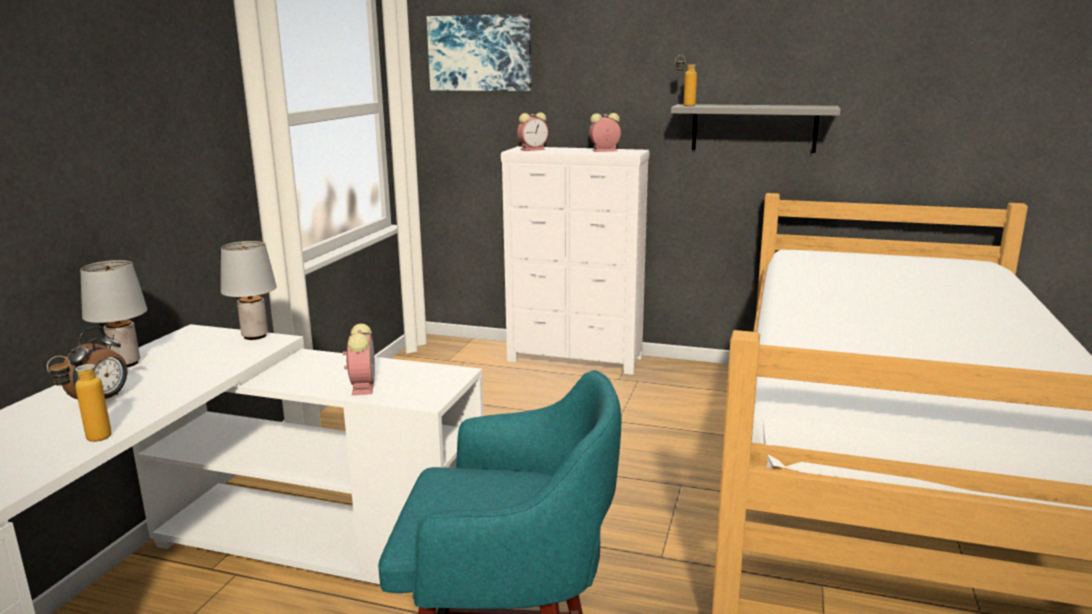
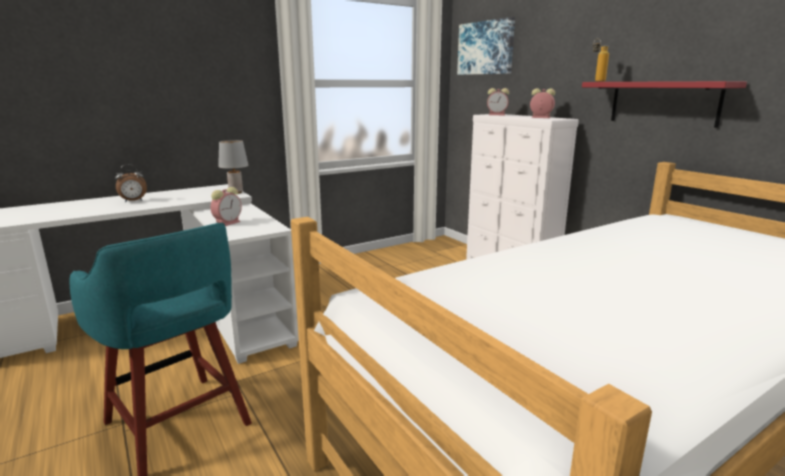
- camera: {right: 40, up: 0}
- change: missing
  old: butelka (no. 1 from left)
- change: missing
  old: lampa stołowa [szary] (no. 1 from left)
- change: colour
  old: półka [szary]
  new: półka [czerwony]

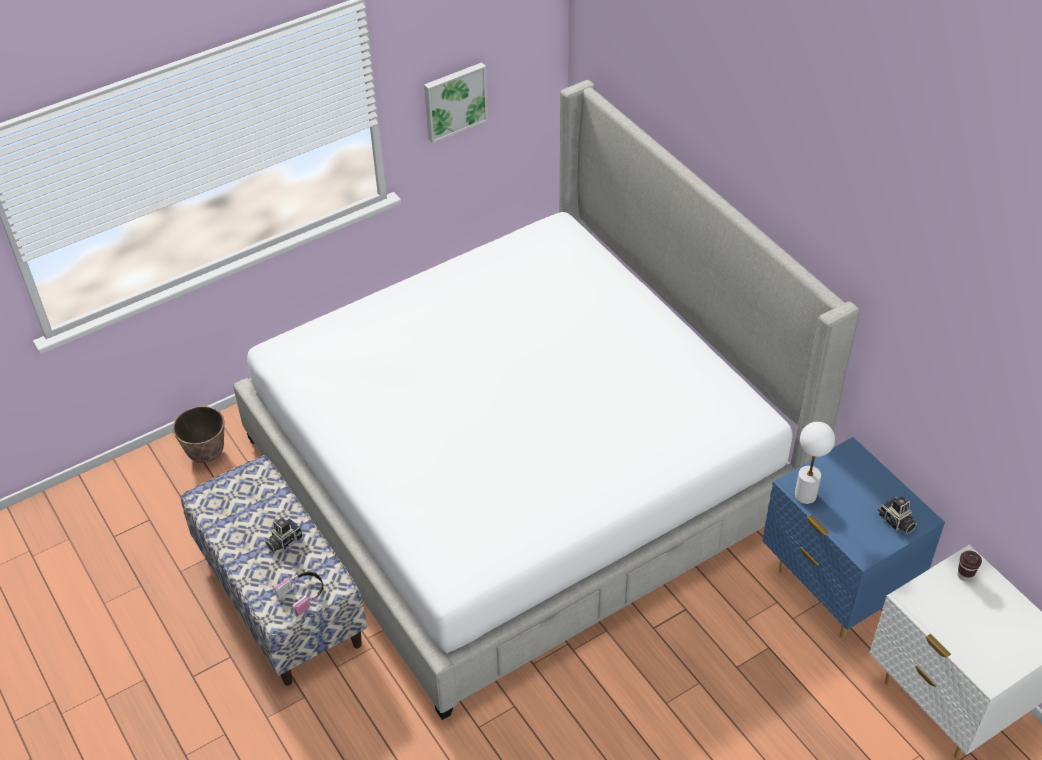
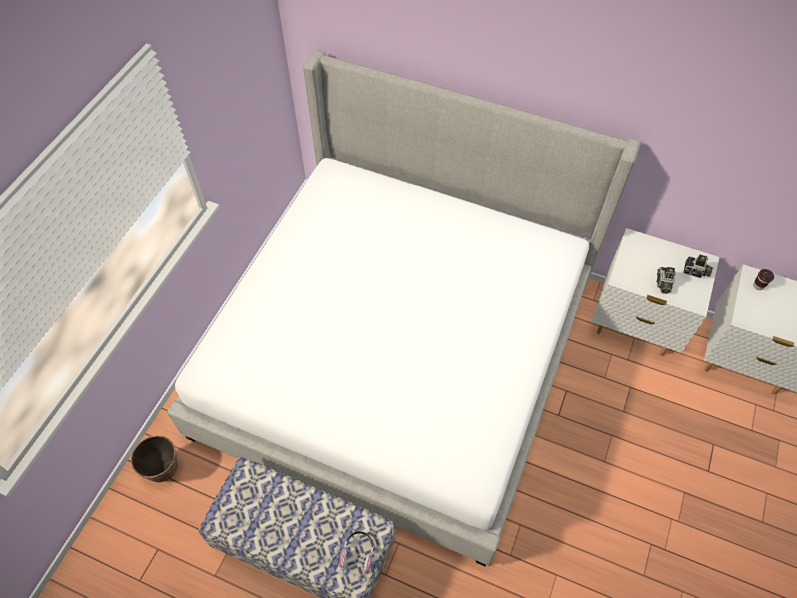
- camera: {right: -35, up: 10}
- change: missing
  old: obraz
- change: missing
  old: lampa stołowa [biały]
- change: relocated
  old: aparat fotograficzny (no. 1 from left)
- change: colour
  old: szafka nocna [niebieski]
  new: szafka nocna [biały] (no. 1 from left)

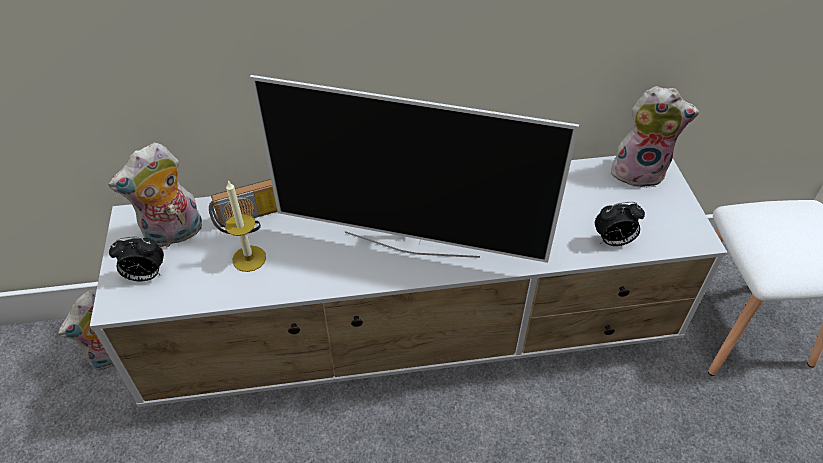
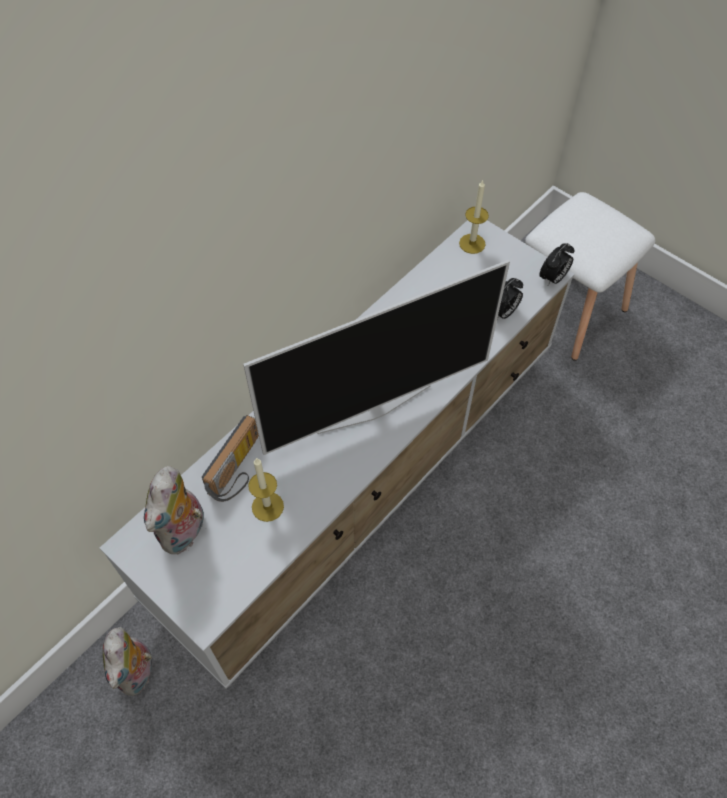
- camera: {right: -40, up: 10}
- change: relocated
  old: budzik (no. 1 from left in the first image)
  new: budzik (no. 2 from left)
- change: exchanged
  old: pluszak (no. 3 from left)
  new: świeca (no. 2 from left)

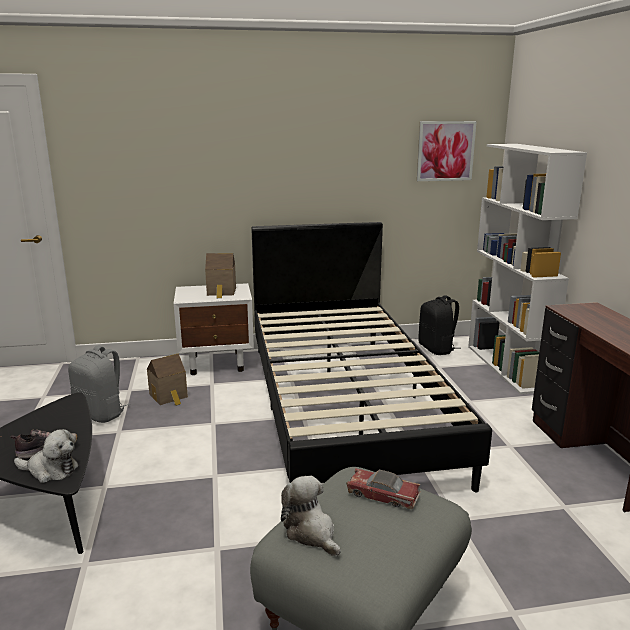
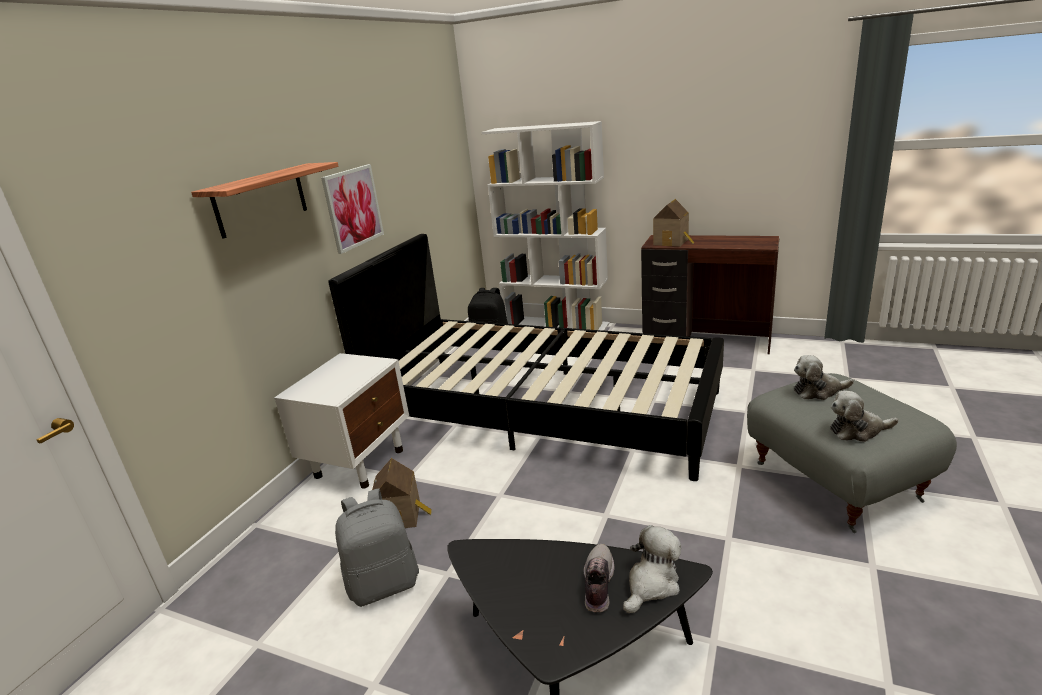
- camera: {right: -55, up: 5}
- change: appeared
  new: półka
- change: relocated
  old: domek (no. 2 from left)
- change: relocated
  old: obraz
- change: exchanged
  old: samochodzik
  new: pluszak (no. 2 from left)

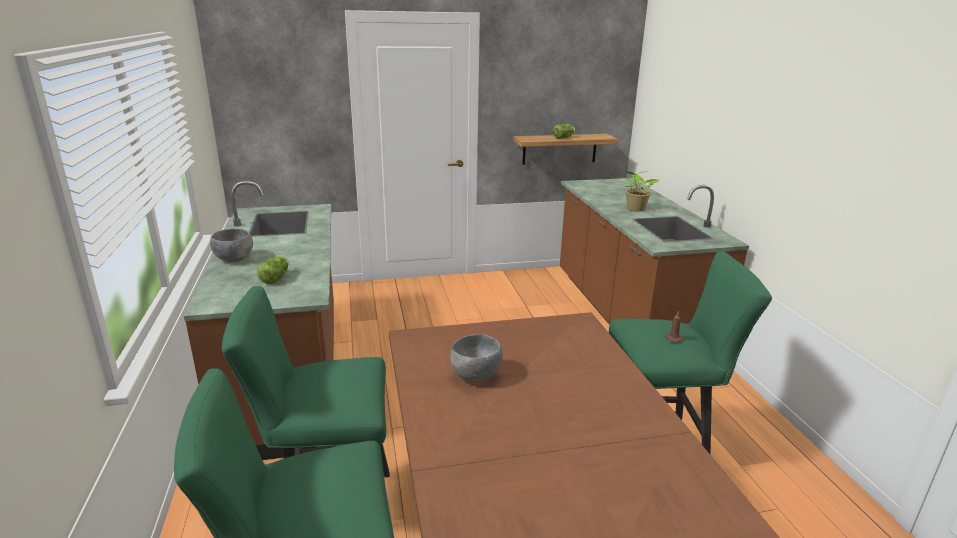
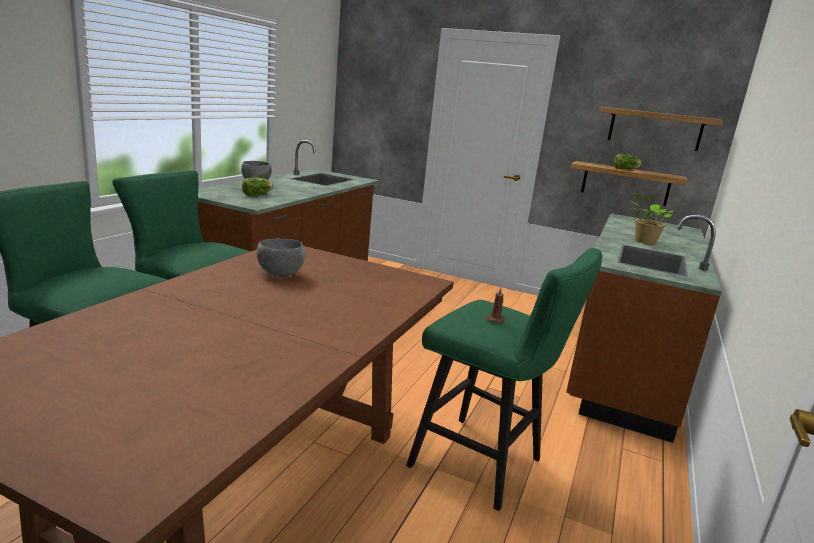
- camera: {right: 35, up: -5}
- change: appeared
  new: półka (no. 2 from left)

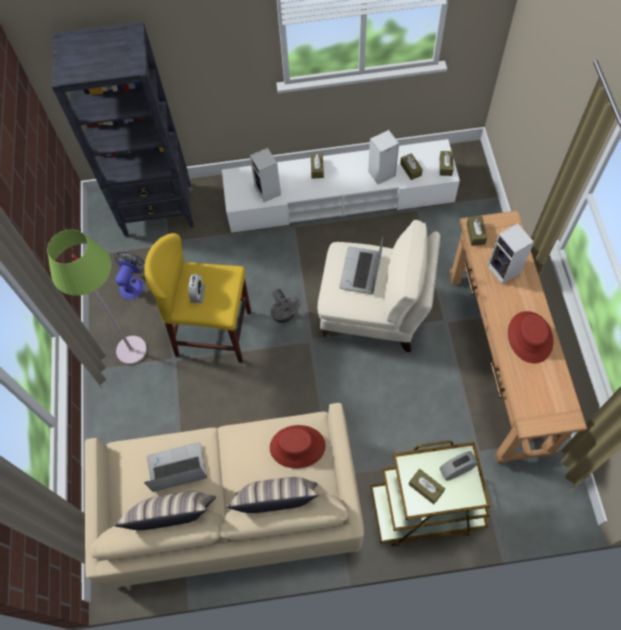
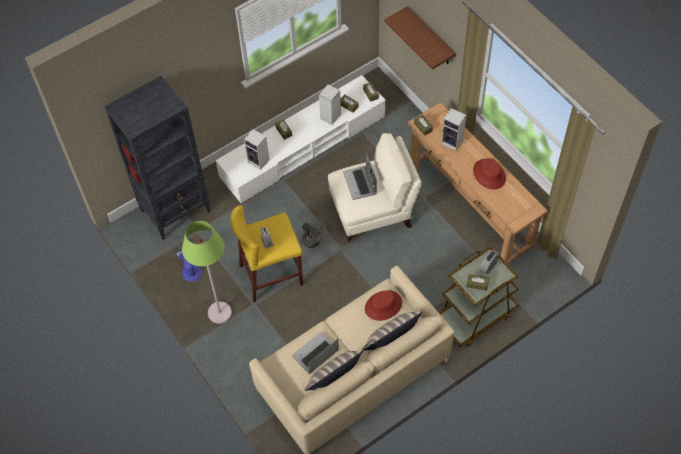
- camera: {right: -30, up: -5}
- change: appeared
  new: półka [brązowy]

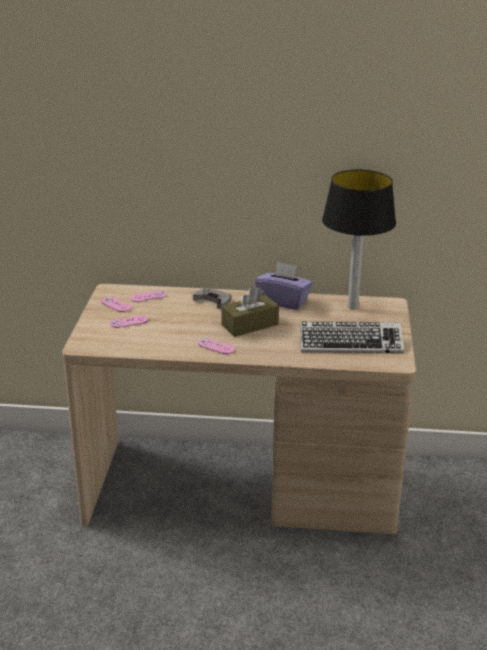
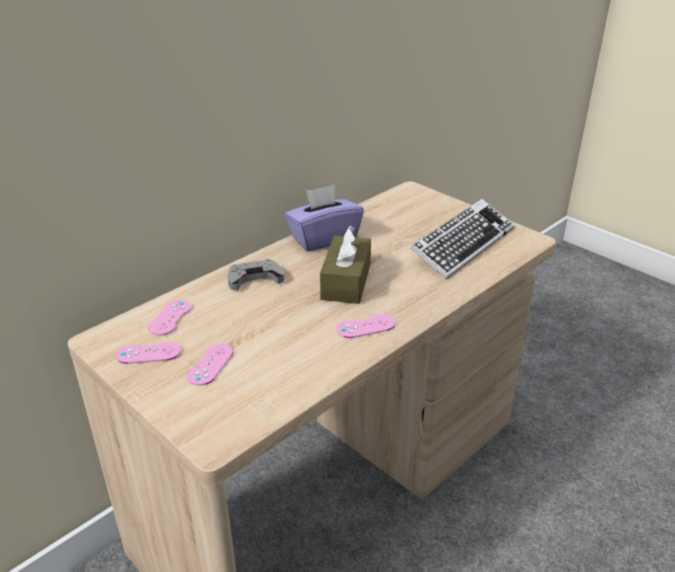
- camera: {right: -50, up: 5}
- change: missing
  old: lampa stołowa

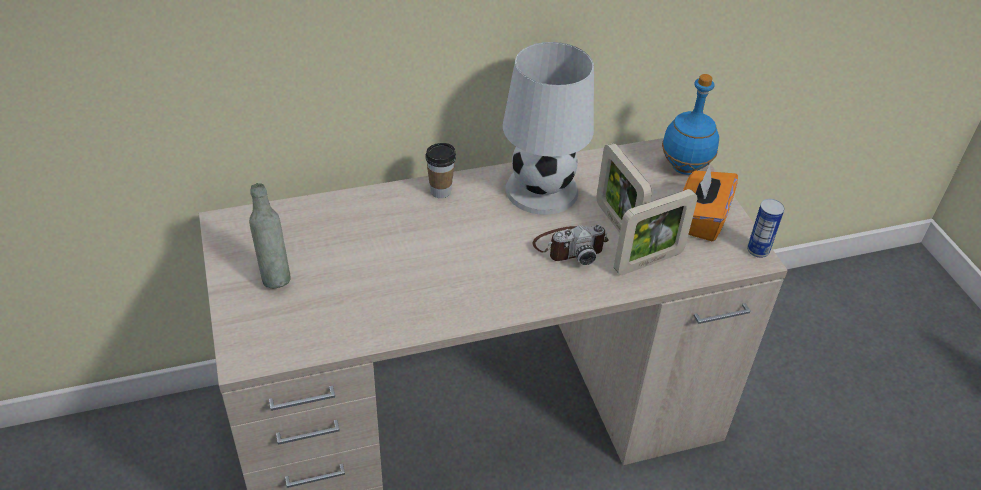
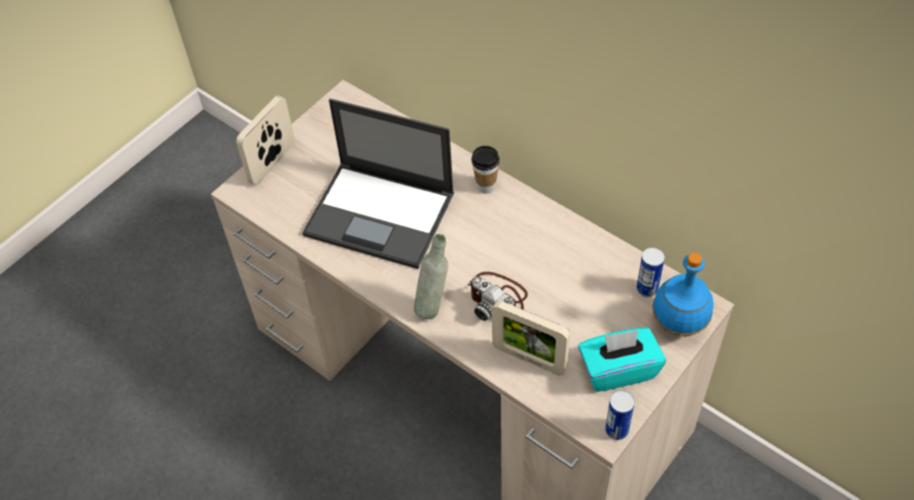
- camera: {right: 60, up: 10}
- change: missing
  old: lampa stołowa [biały]
- change: appeared
  new: laptop
- change: appeared
  new: puszka (no. 2 from left)
- change: relocated
  old: butelka [szary]
- change: relocated
  old: ramka na zdjęcie (no. 1 from left)
- change: colour
  old: pudełko chusteczek [pomarańczowy]
  new: pudełko chusteczek [turkusowy]

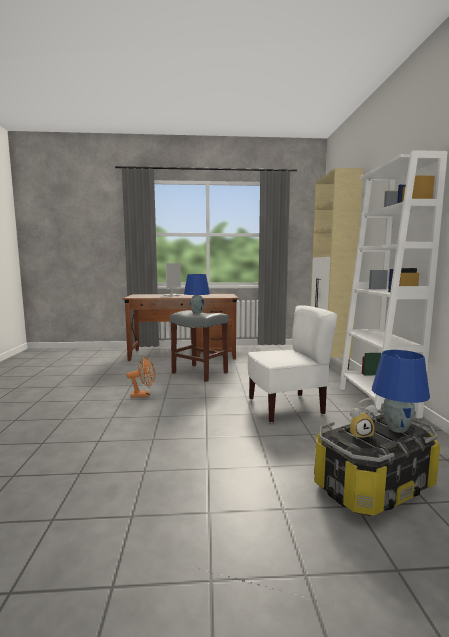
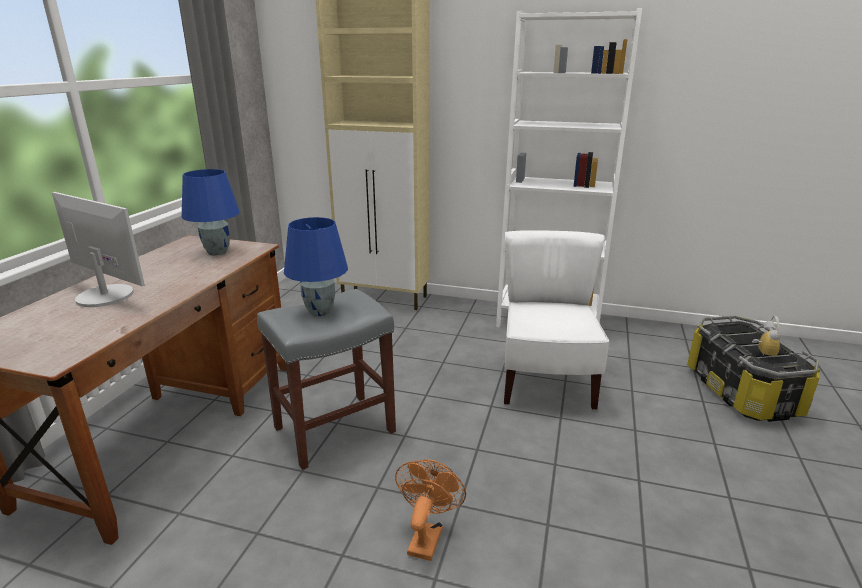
- camera: {right: -70, up: 15}
- change: relocated
  old: lampa stołowa [niebieski] (no. 2 from left in the first image)
  new: lampa stołowa [niebieski] (no. 1 from left)

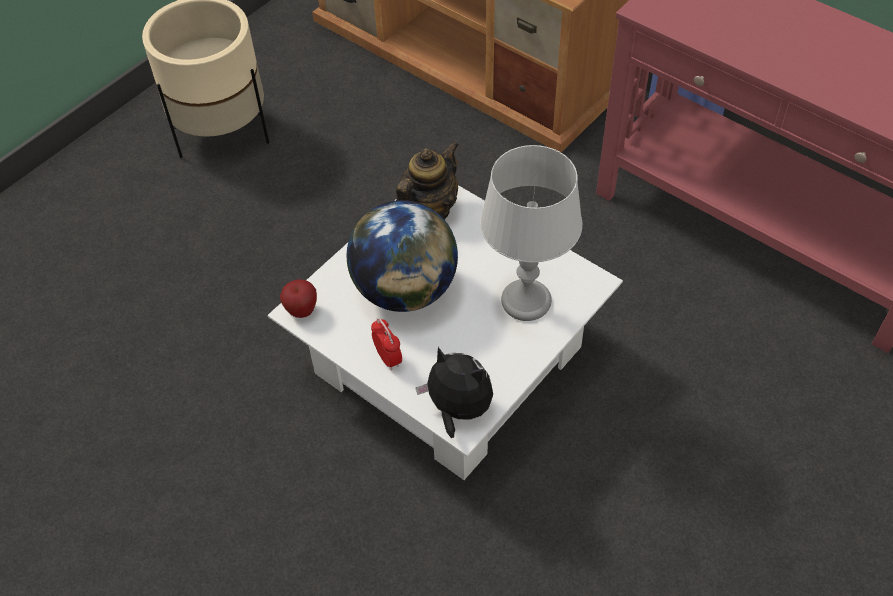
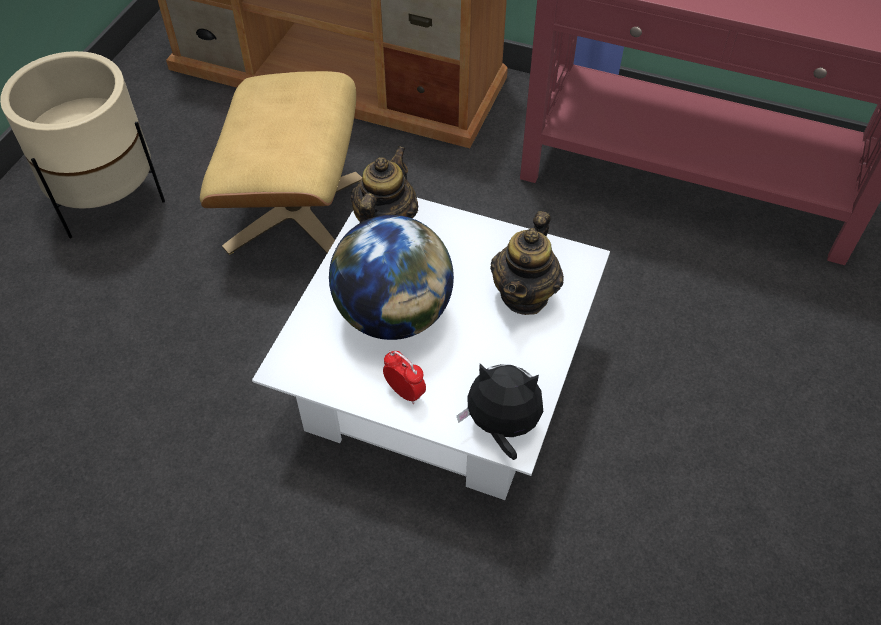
- camera: {right: -20, up: 0}
- change: missing
  old: jabłko
- change: appeared
  new: pufa [beżowy]
- change: exchanged
  old: lampa stołowa [szary]
  new: imbryk (no. 2 from left)

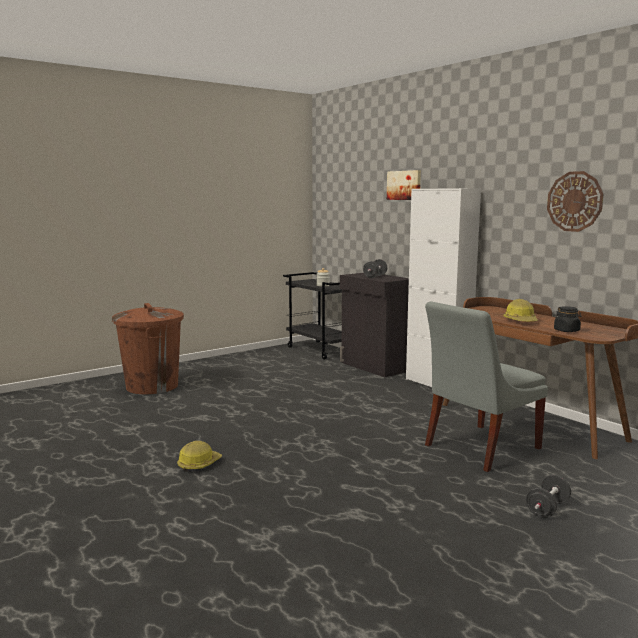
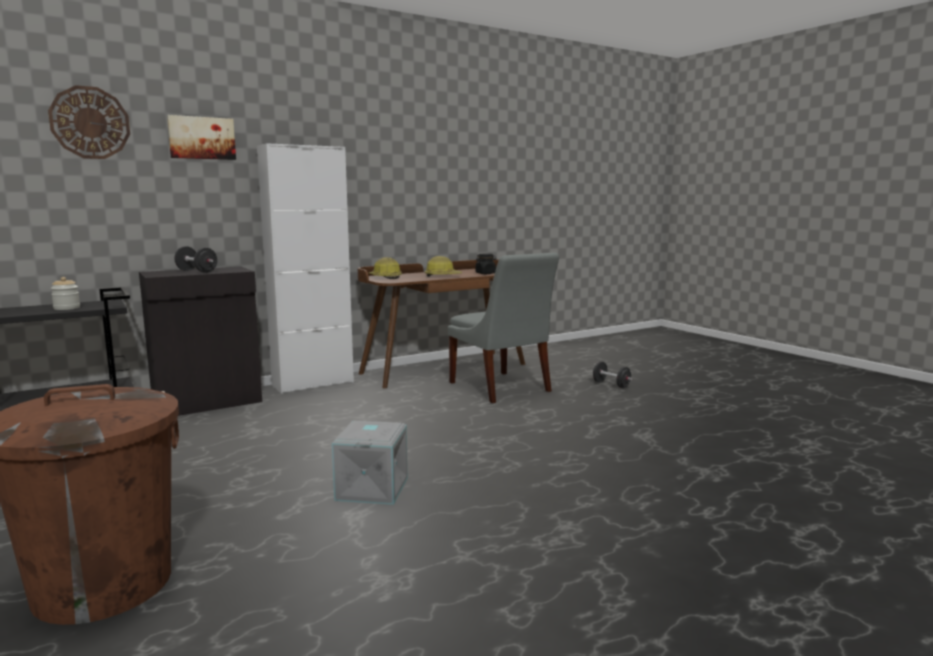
- camera: {right: -85, up: 0}
- change: appeared
  new: pojemnik do przechowywania [szary]
- change: relocated
  old: kask (no. 1 from left)
- change: relocated
  old: zegar ścienny

